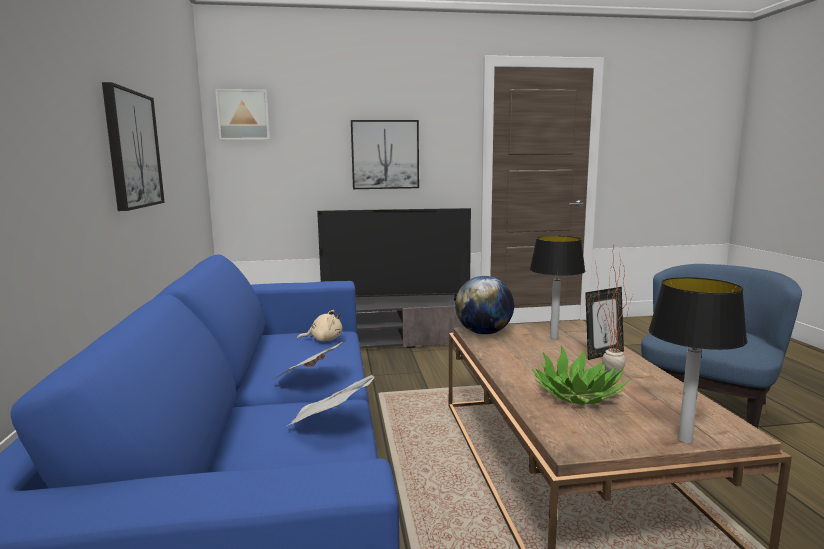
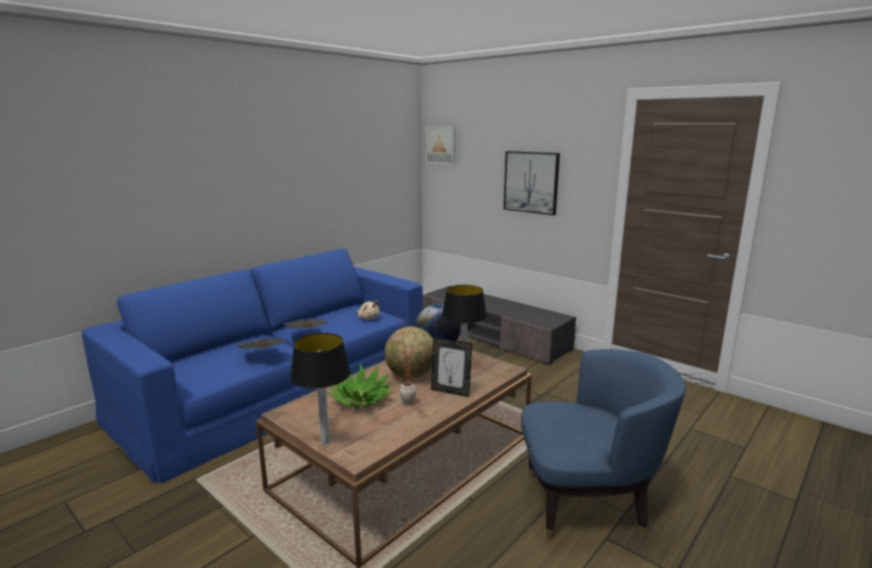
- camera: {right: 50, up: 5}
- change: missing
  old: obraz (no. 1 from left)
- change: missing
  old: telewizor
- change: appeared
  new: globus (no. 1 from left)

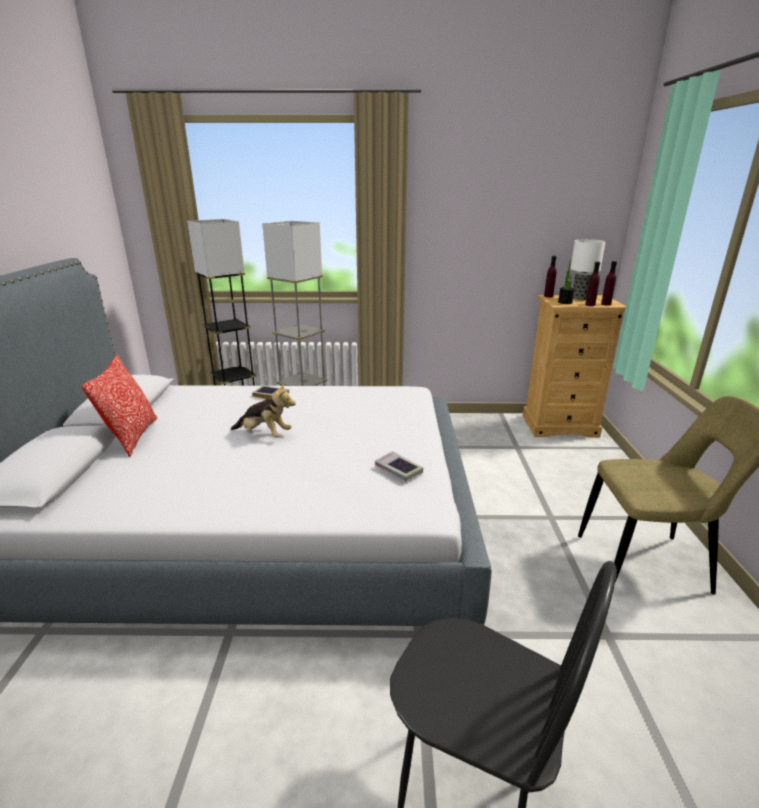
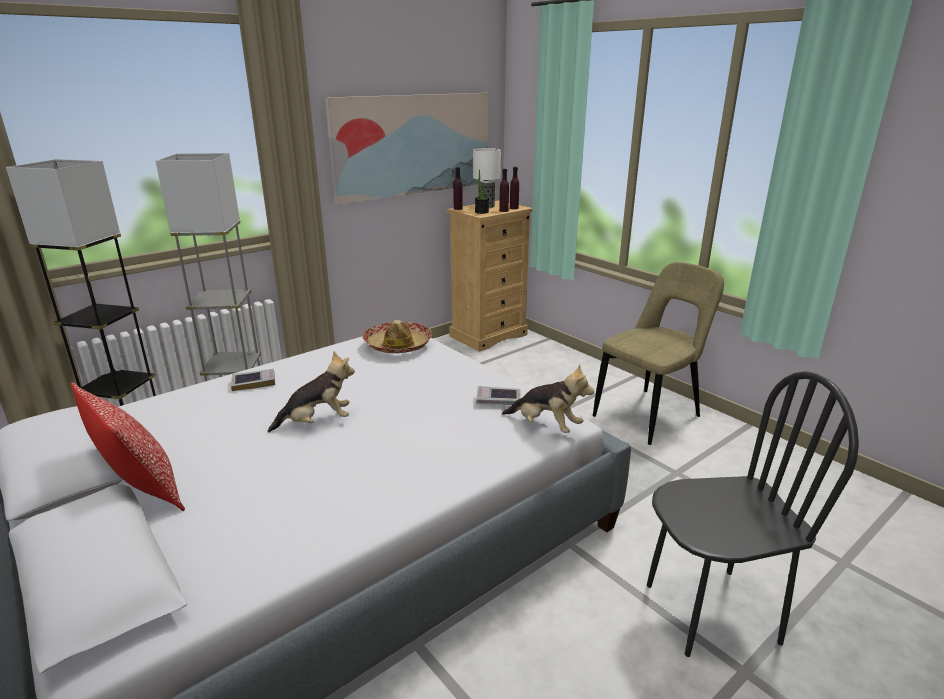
- camera: {right: -40, up: 0}
- change: appeared
  new: obraz
- change: appeared
  new: kapelusz
- change: appeared
  new: pluszak (no. 2 from left)

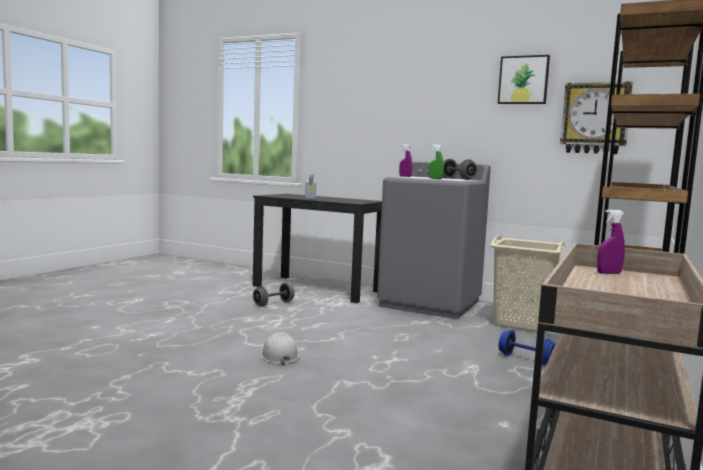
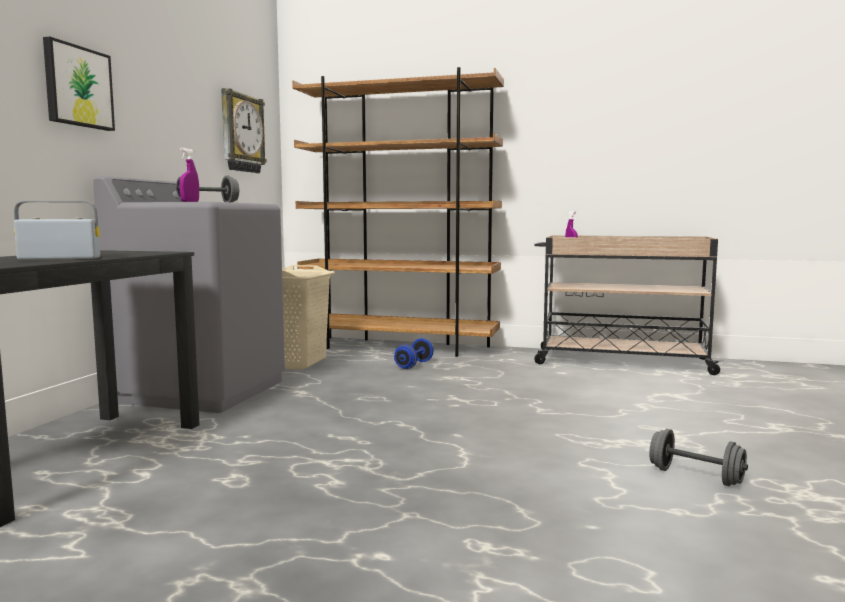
- camera: {right: -100, up: 0}
- change: missing
  old: kask [biały]
- change: missing
  old: spryskiwacz [zielony]
- change: relocated
  old: hantel [szary] (no. 1 from left in the first image)
  new: hantel [szary] (no. 2 from left)
- change: relocated
  old: obraz

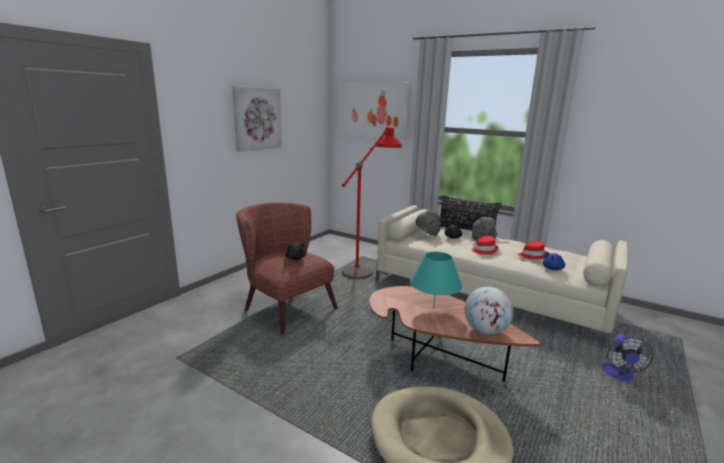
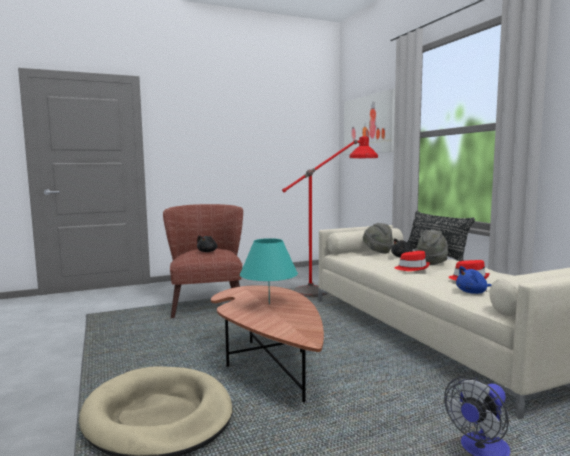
- camera: {right: 35, up: -10}
- change: missing
  old: obraz (no. 1 from left)
- change: missing
  old: globus

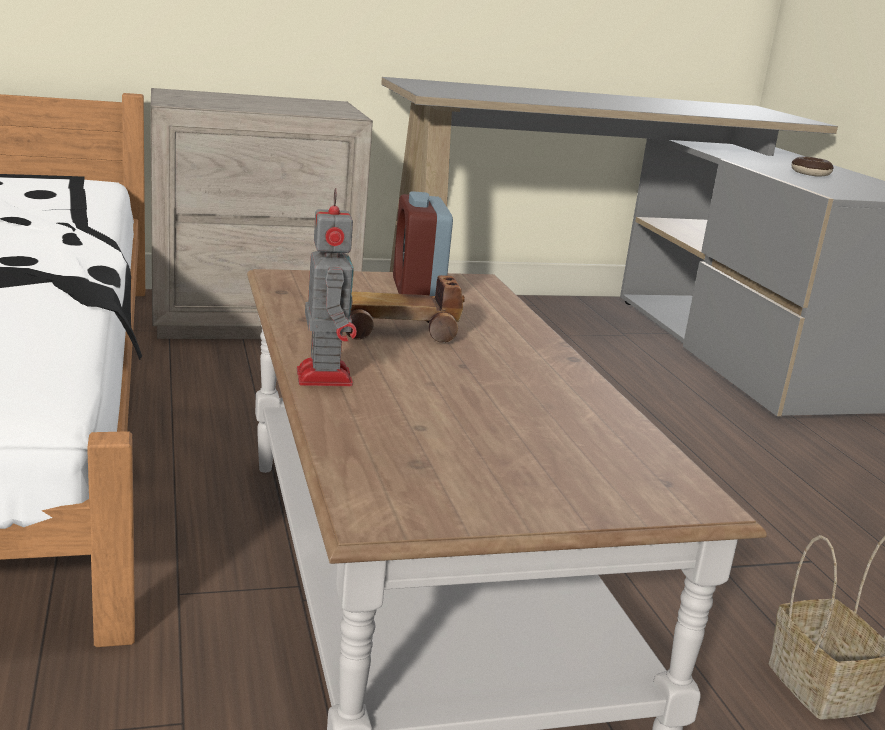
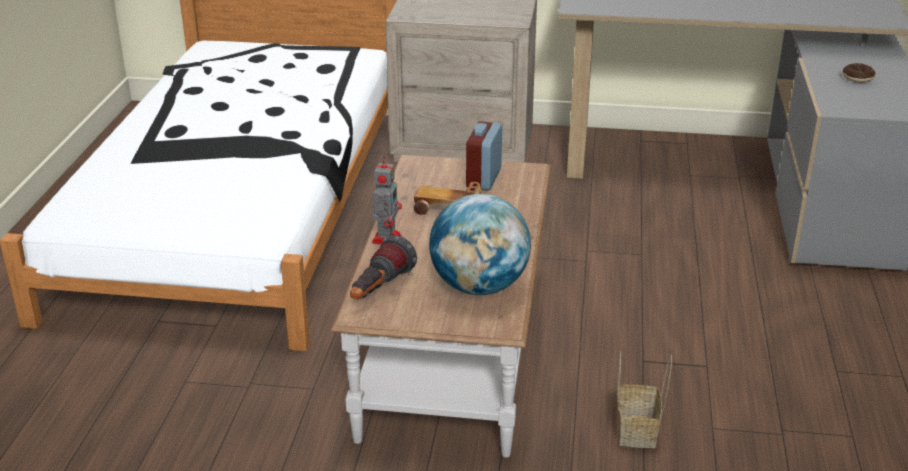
- camera: {right: 25, up: 10}
- change: appeared
  new: latarka
- change: appeared
  new: globus

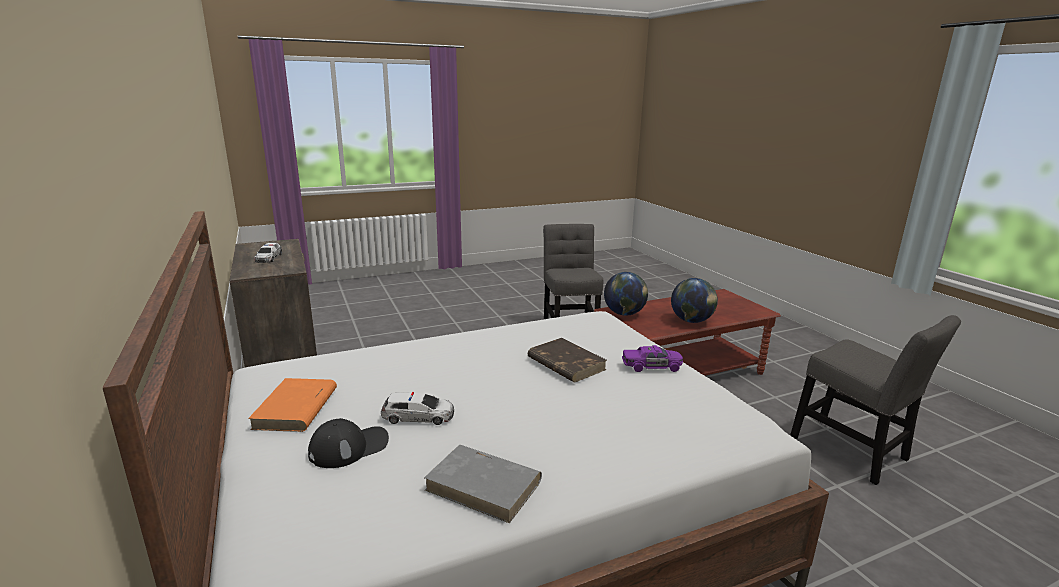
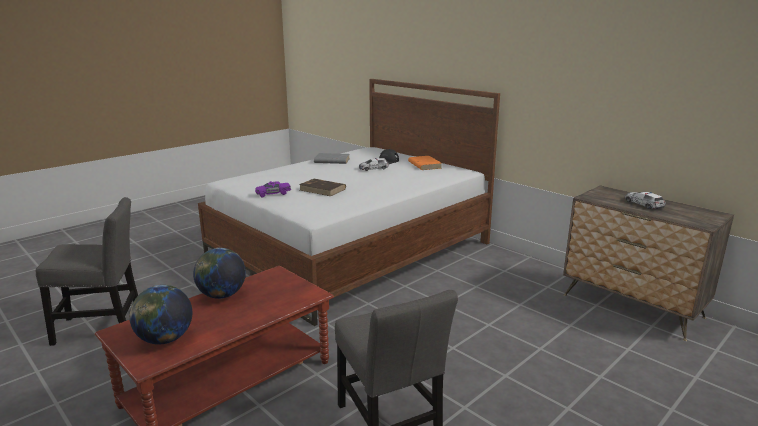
- camera: {right: 160, up: 0}
- change: relocated
  old: globus (no. 1 from left)
- change: spun
  old: krzesło [szary] (no. 2 from left in the first image)
  degrees: 135

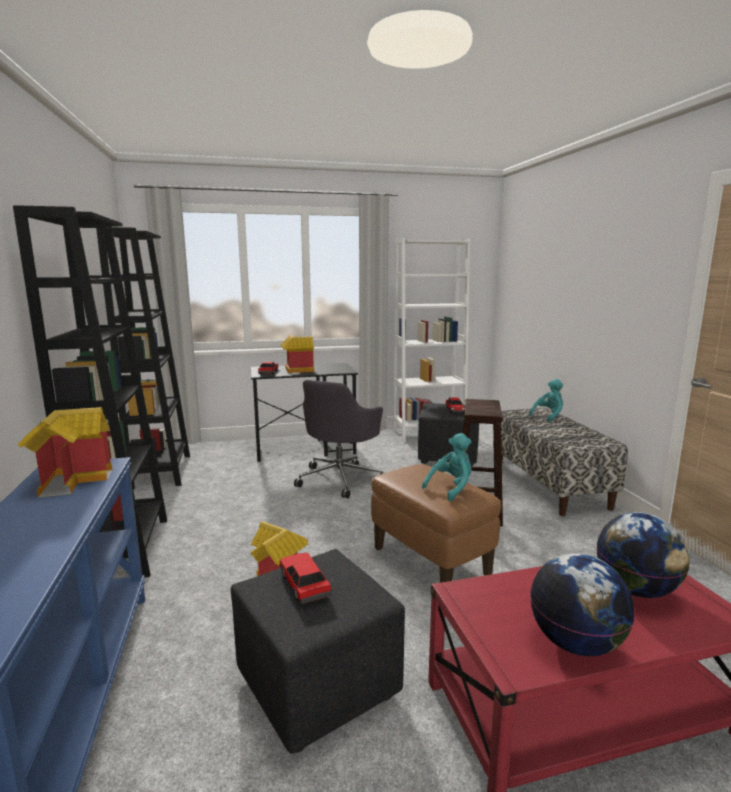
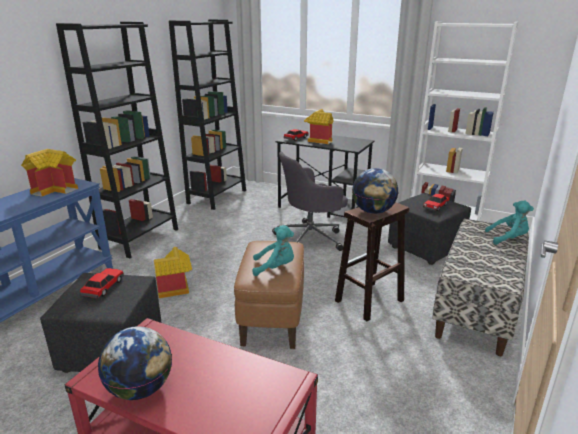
- camera: {right: 40, up: 10}
- change: relocated
  old: globus (no. 2 from left)

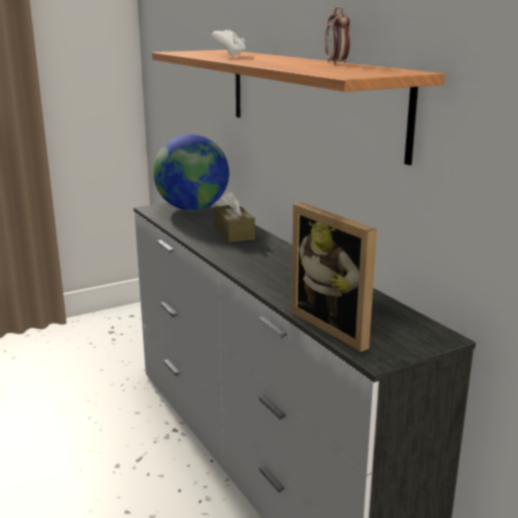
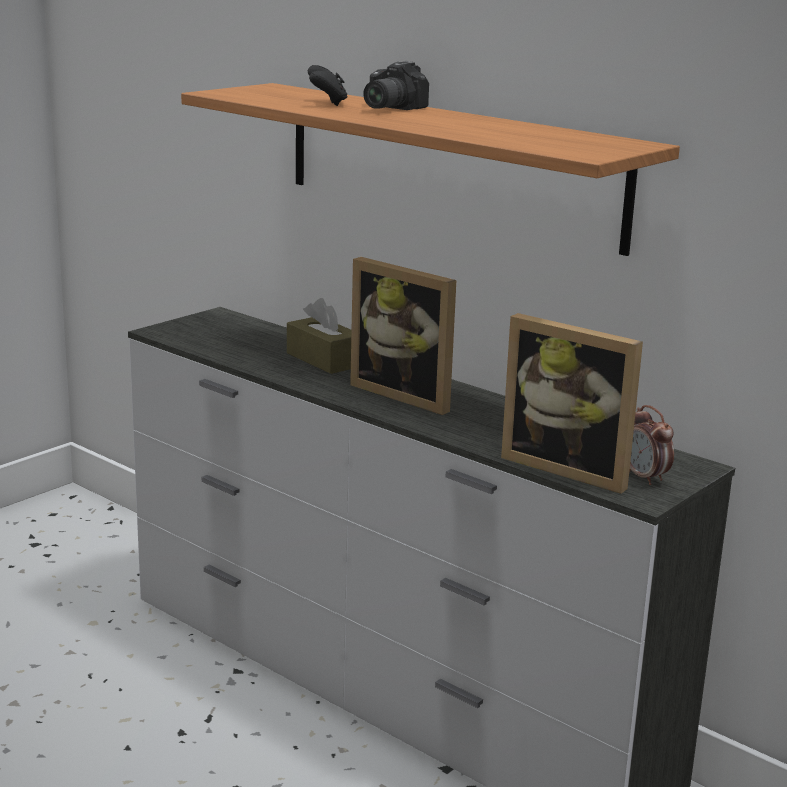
- camera: {right: -20, up: 0}
- change: missing
  old: globus
- change: appeared
  new: ramka na zdjęcie (no. 1 from left)
- change: appeared
  new: aparat fotograficzny
- change: relocated
  old: budzik
- change: colour
  old: pad do gier [biały]
  new: pad do gier [czarny]

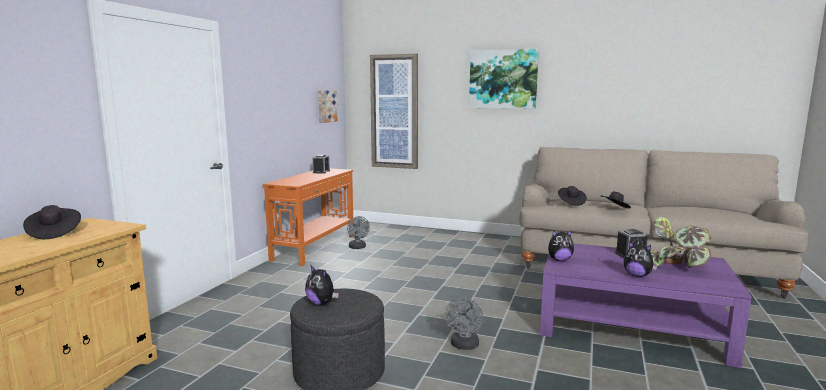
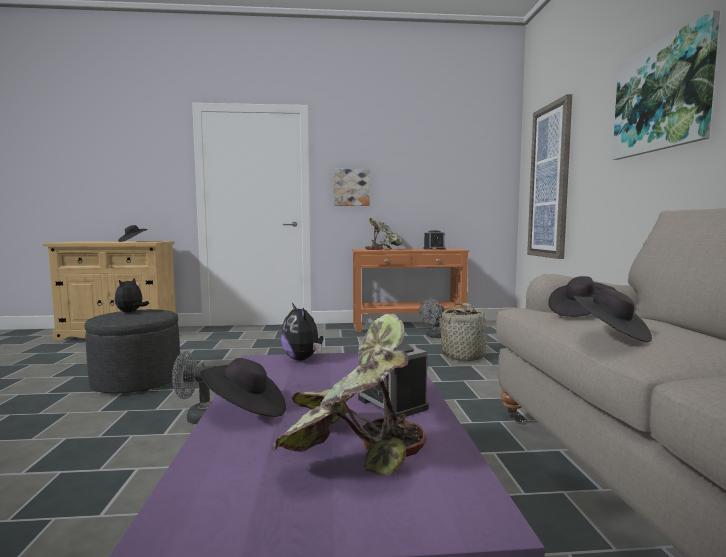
- camera: {right: 65, up: -5}
- change: appeared
  new: roślina doniczkowa (no. 2 from left)
- change: appeared
  new: koszyk
- change: relocated
  old: obraz (no. 1 from left)
- change: exchanged
  old: pluszak (no. 3 from left)
  new: kapelusz [czarny] (no. 2 from left)

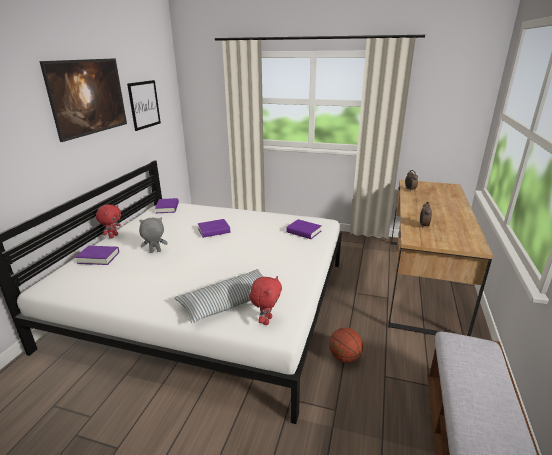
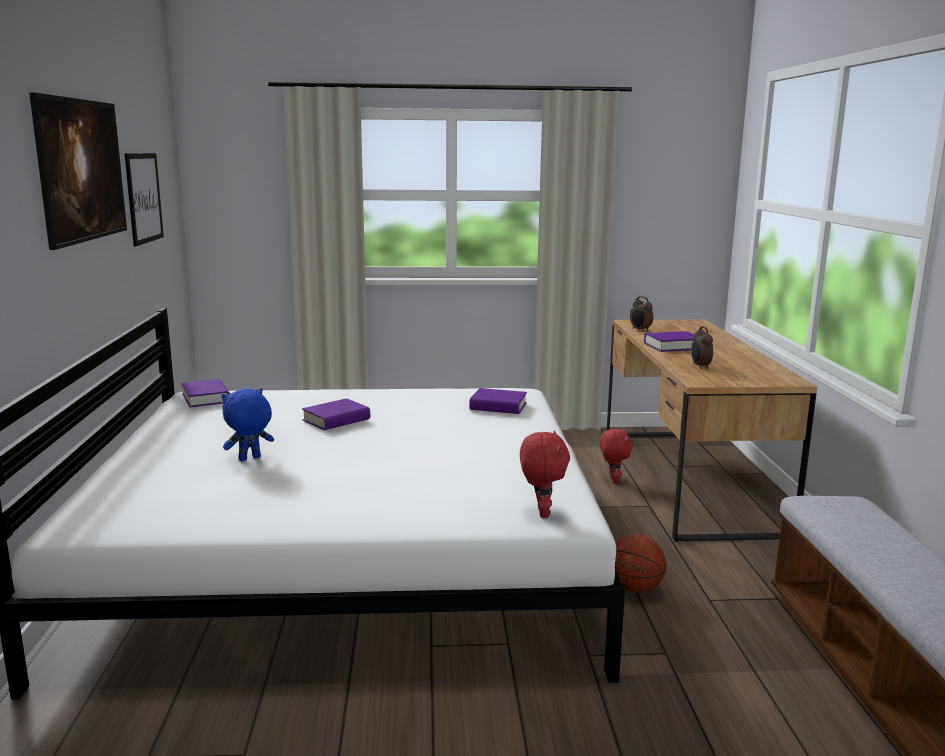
- camera: {right: -20, up: -10}
- change: missing
  old: poduszka
- change: relocated
  old: książka [fioletowy] (no. 1 from left in the first image)
  new: książka [fioletowy] (no. 4 from left)
- change: relocated
  old: pluszak [czerwony] (no. 1 from left in the first image)
  new: pluszak [czerwony] (no. 2 from left)
- change: colour
  old: pluszak [szary]
  new: pluszak [niebieski]

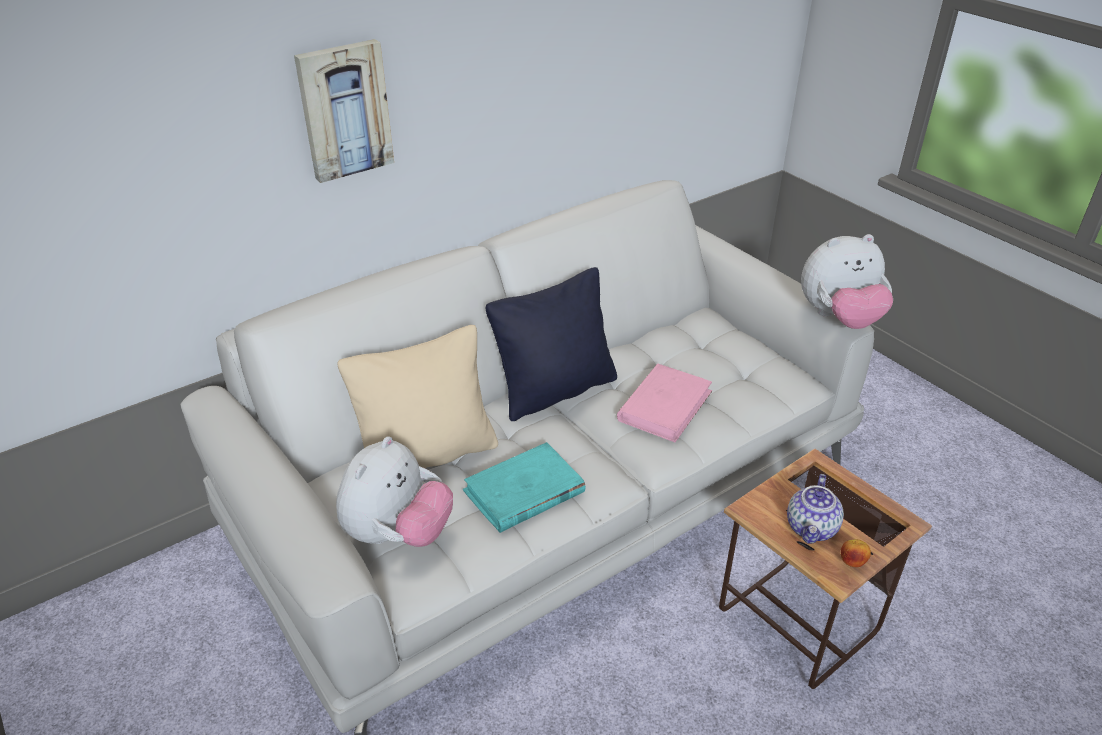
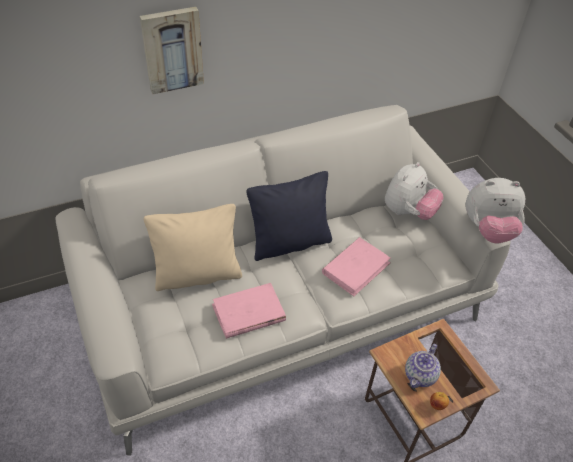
- camera: {right: 10, up: 10}
- change: relocated
  old: pluszak (no. 1 from left)
- change: colour
  old: książka [turkusowy]
  new: książka [różowy] (no. 1 from left)

